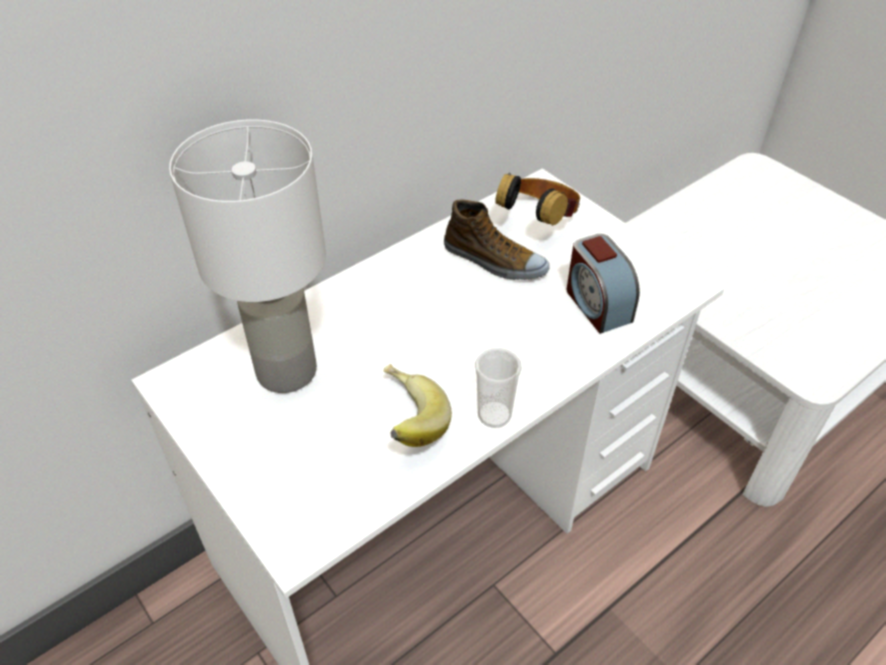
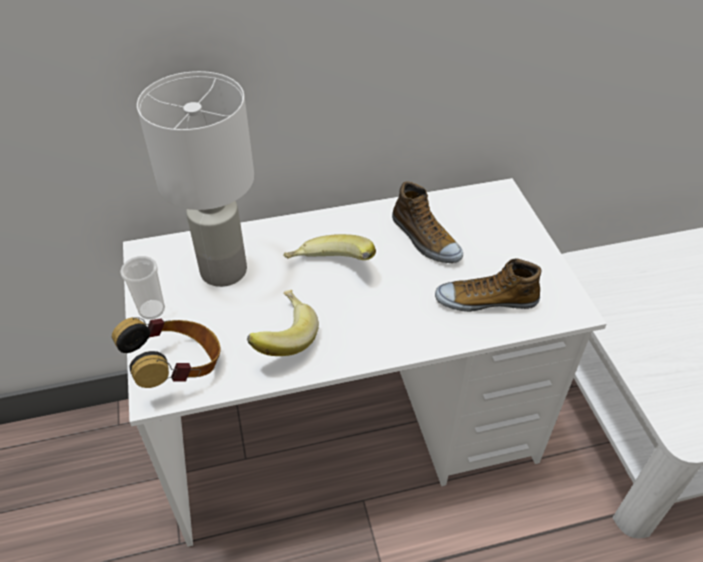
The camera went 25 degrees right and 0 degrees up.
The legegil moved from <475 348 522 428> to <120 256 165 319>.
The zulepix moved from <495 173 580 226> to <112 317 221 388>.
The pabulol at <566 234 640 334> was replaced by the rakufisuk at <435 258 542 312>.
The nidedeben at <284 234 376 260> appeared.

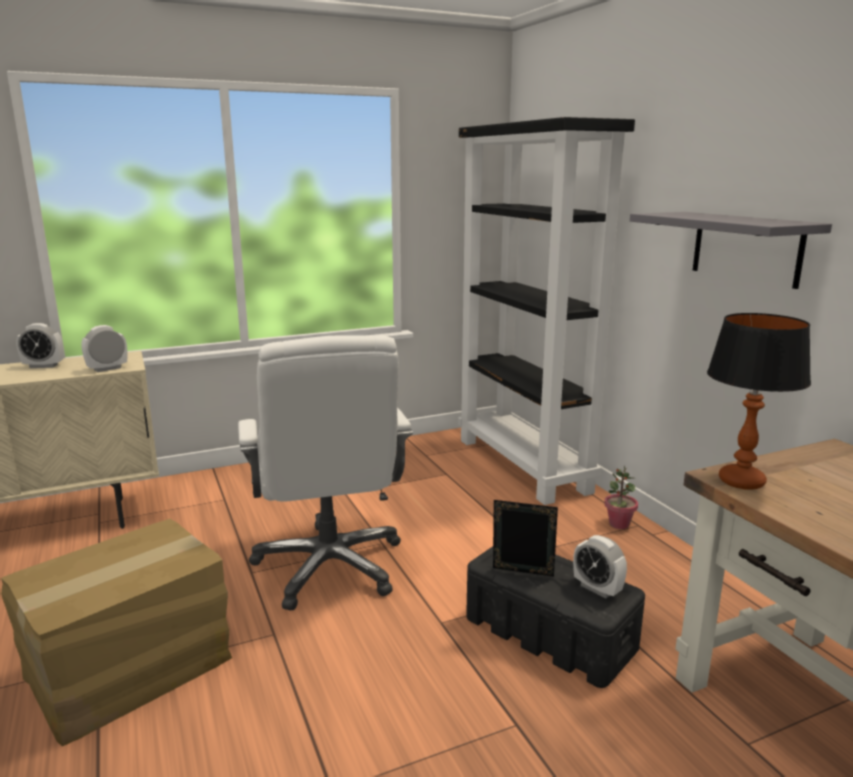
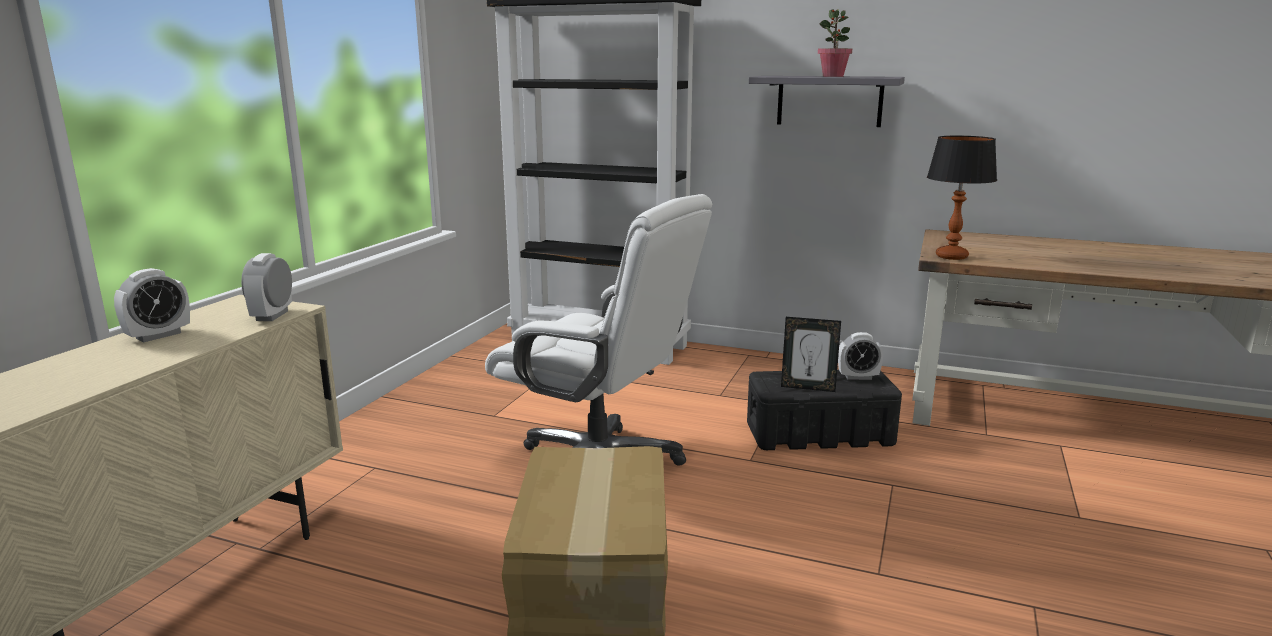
The camera went 45 degrees left and 0 degrees up.
The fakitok at <493 500 558 577> turned 135 degrees counterclockwise.
The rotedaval moved from <605 466 638 529> to <818 9 852 77>.

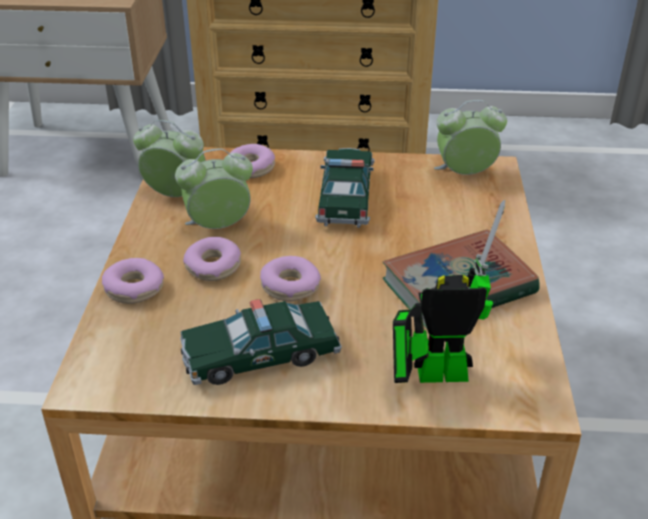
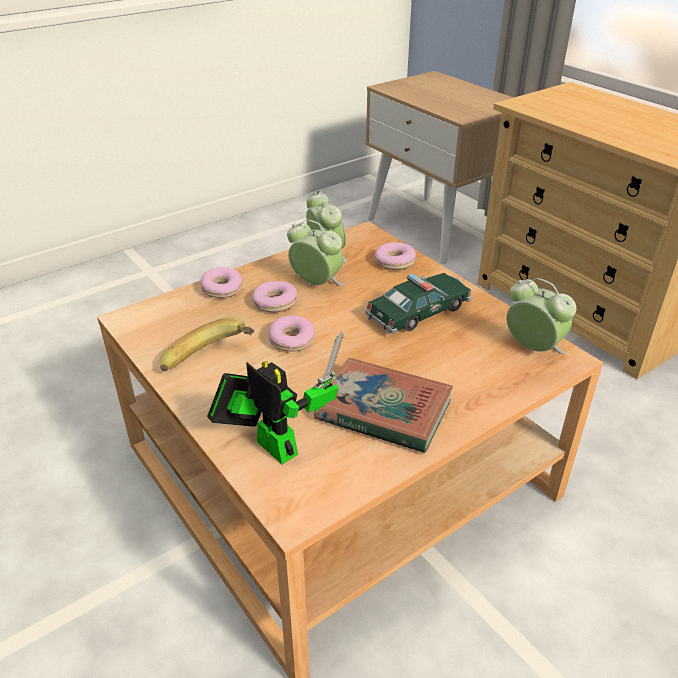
The camera went 50 degrees right and 0 degrees up.
The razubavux at <180 299 342 385> was replaced by the nidedeben at <160 317 254 371>.

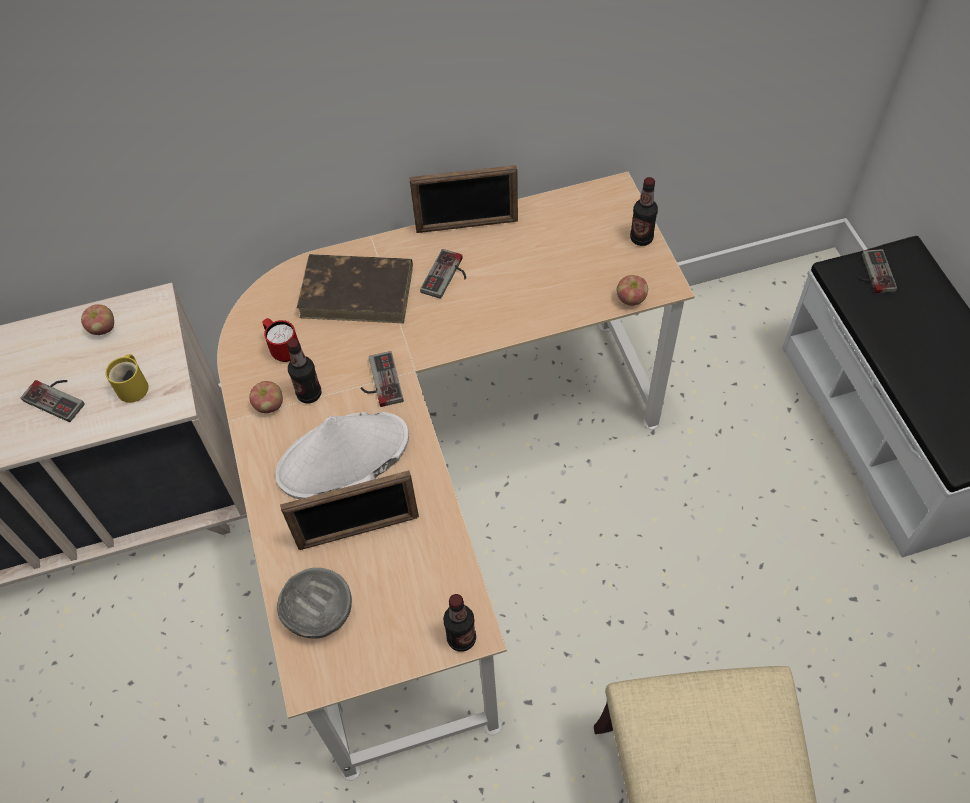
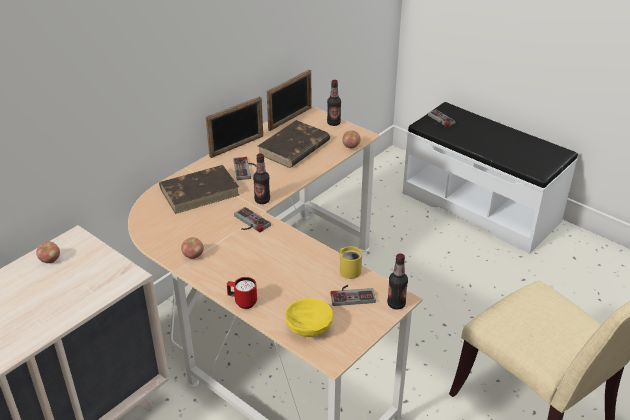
The camera went 35 degrees left and 20 degrees down.
The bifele moved from <21 380 85 422> to <331 285 376 306>.
The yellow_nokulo moved from <105 354 148 403> to <339 246 362 279>.
The red_nokulo moved from <262 318 298 362> to <227 277 257 309>.
The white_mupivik at <276 412 409 499> disappeared.
The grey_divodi at <277 568 352 639> became the yellow_divodi at <285 298 333 337>.
The fakitok moved from <280 470 419 550> to <267 69 311 131>.
The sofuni moved from <287 338 321 404> to <253 153 270 204>.
The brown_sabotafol at <258 120 330 168> appeared.

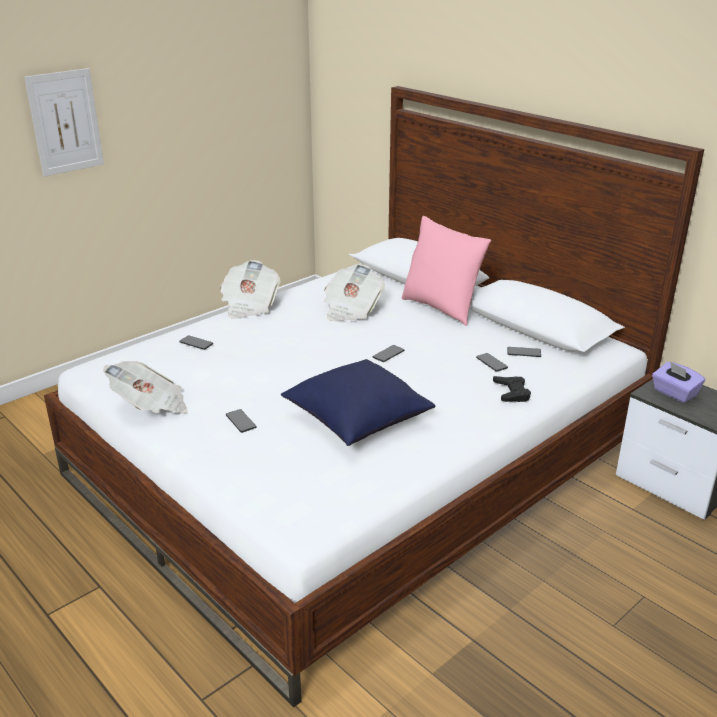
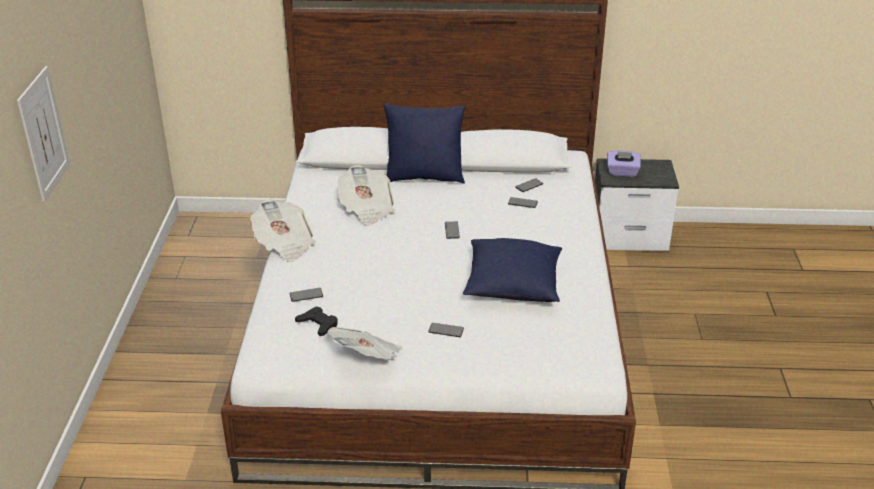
The camera went 45 degrees left and 5 degrees up.
The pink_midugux at <402 216 491 326> became the blue_midugux at <384 103 465 184>.
The black_bifele moved from <493 376 531 402> to <295 307 338 336>.

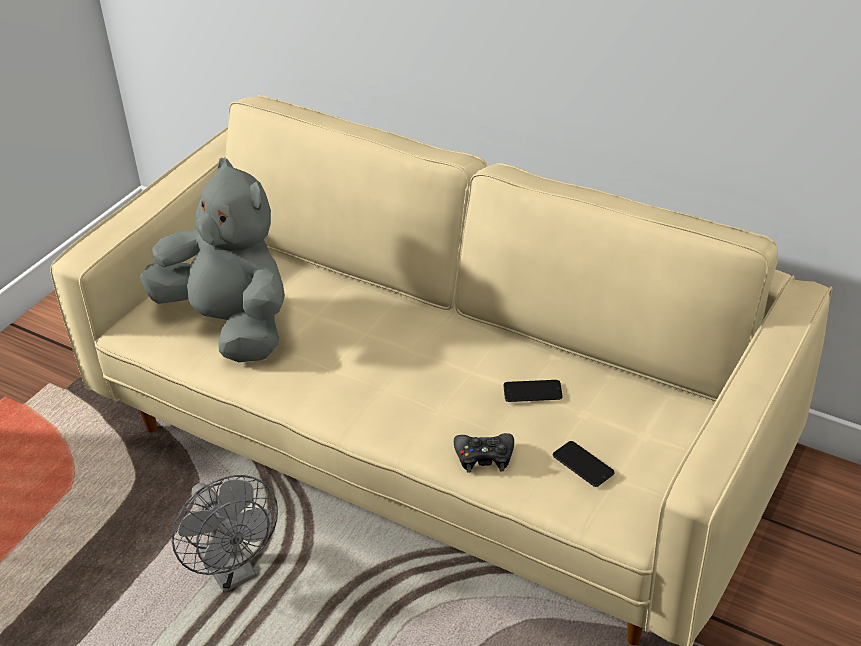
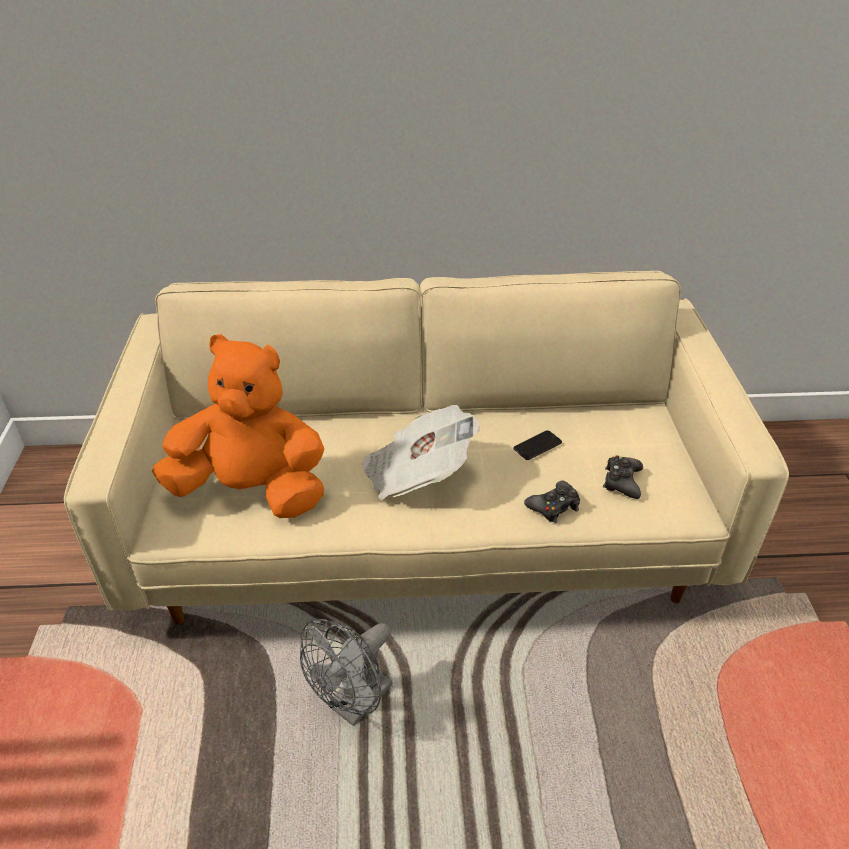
The camera went 35 degrees left and 0 degrees up.
The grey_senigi at <140 158 285 362> became the orange_senigi at <152 334 324 518>.
The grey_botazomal at <172 475 278 593> turned 105 degrees clockwise.
The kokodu at <553 441 615 487> was replaced by the black_bifele at <603 456 643 499>.
The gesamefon at <362 405 480 500> appeared.

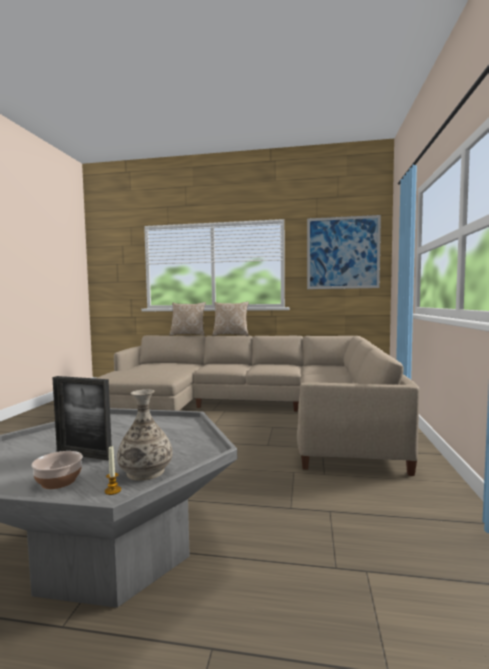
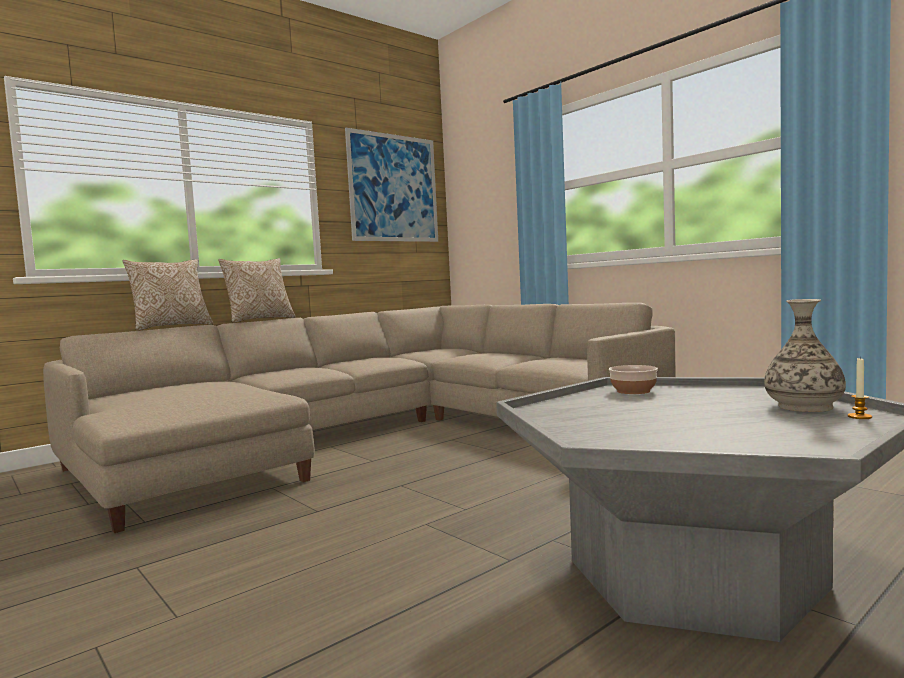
The camera went 50 degrees left and 0 degrees up.
The divodi moved from <31 451 83 489> to <609 365 658 394>.
The fakitok at <52 376 112 460> disappeared.

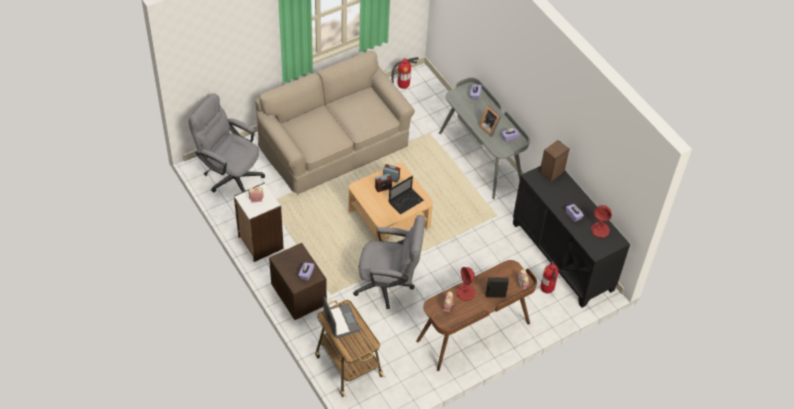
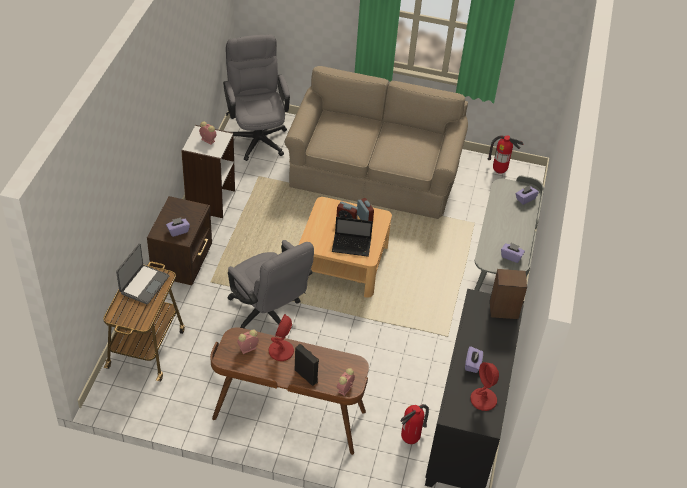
The camera went 45 degrees right and 5 degrees down.
The fakitok at <479 105 501 137> disappeared.

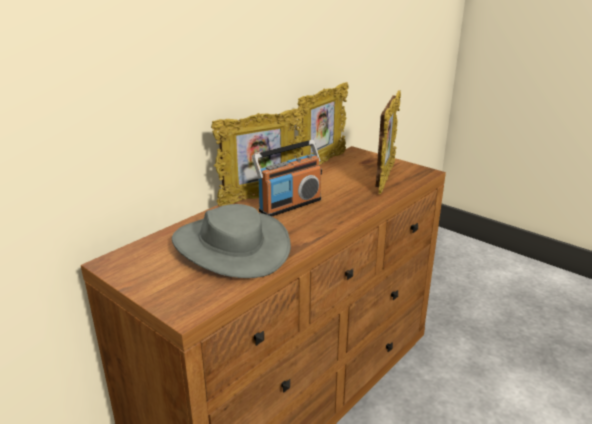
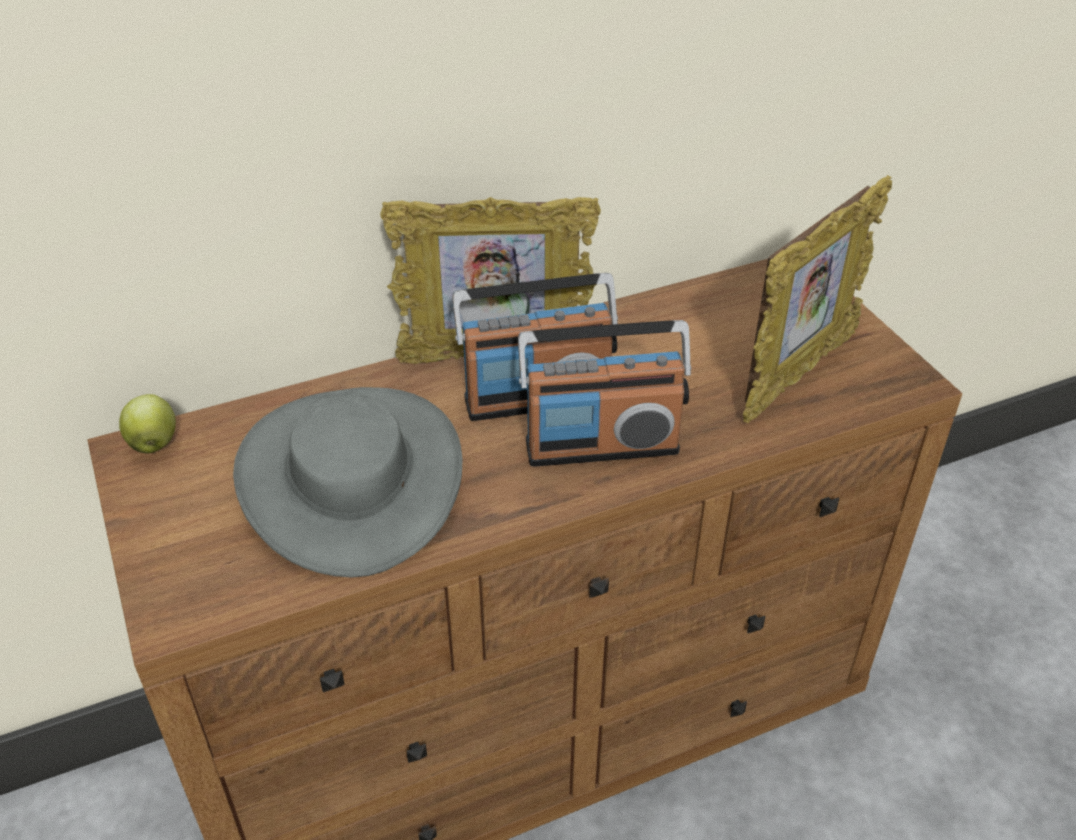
The camera went 25 degrees right and 15 degrees up.
The fakitok at <298 82 349 165> disappeared.
The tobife at <119 394 176 454> appeared.
The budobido at <518 320 691 466> appeared.

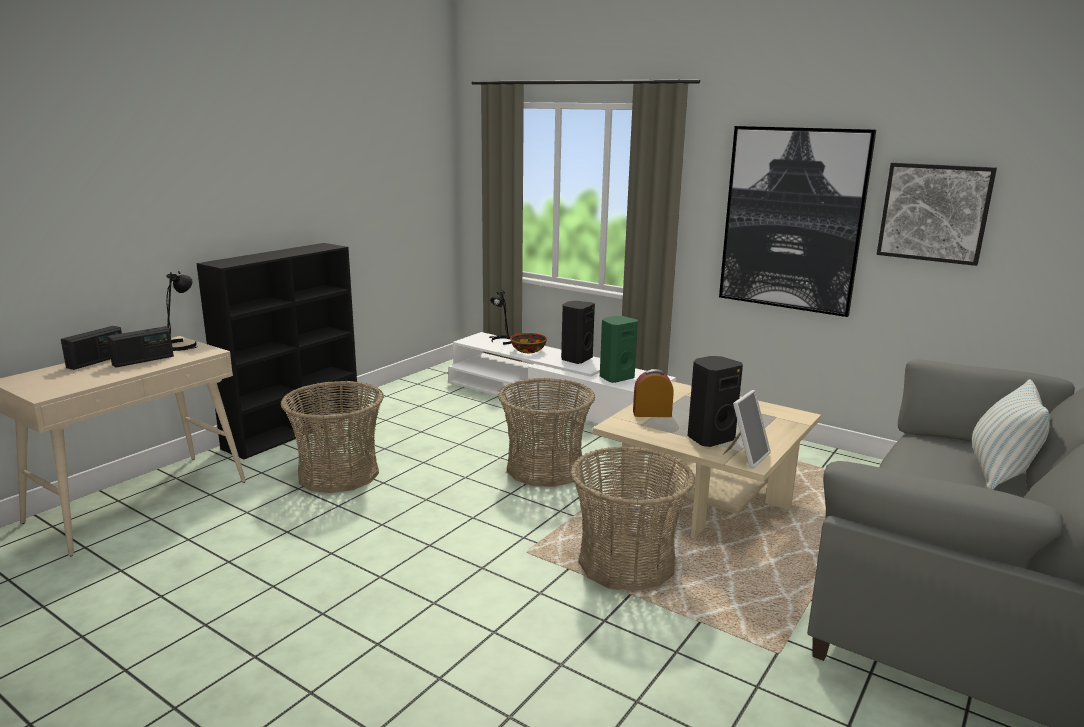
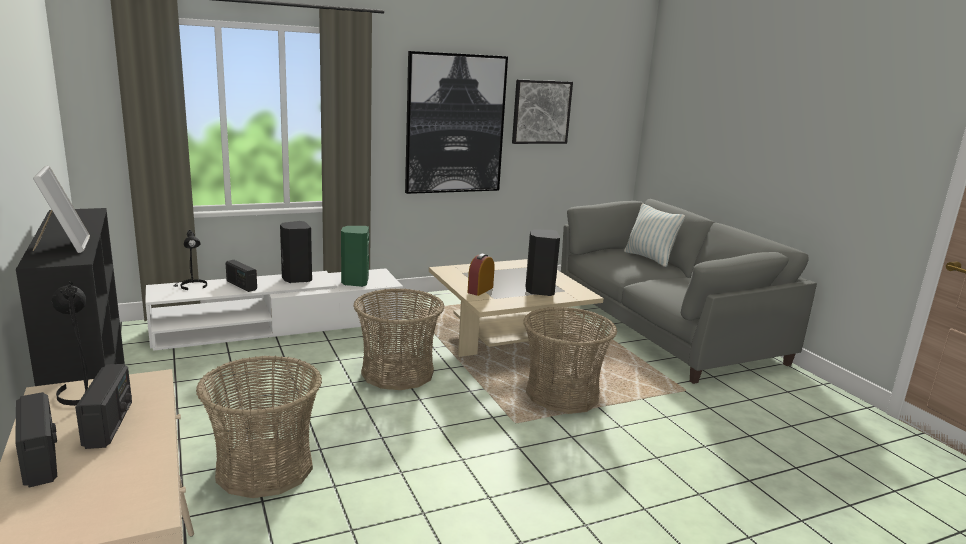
The camera went 60 degrees left and 0 degrees up.
The divodi at <510 333 547 353> was replaced by the budobido at <226 260 257 292>.
The fakitok moved from <723 390 771 469> to <33 166 90 253>.

